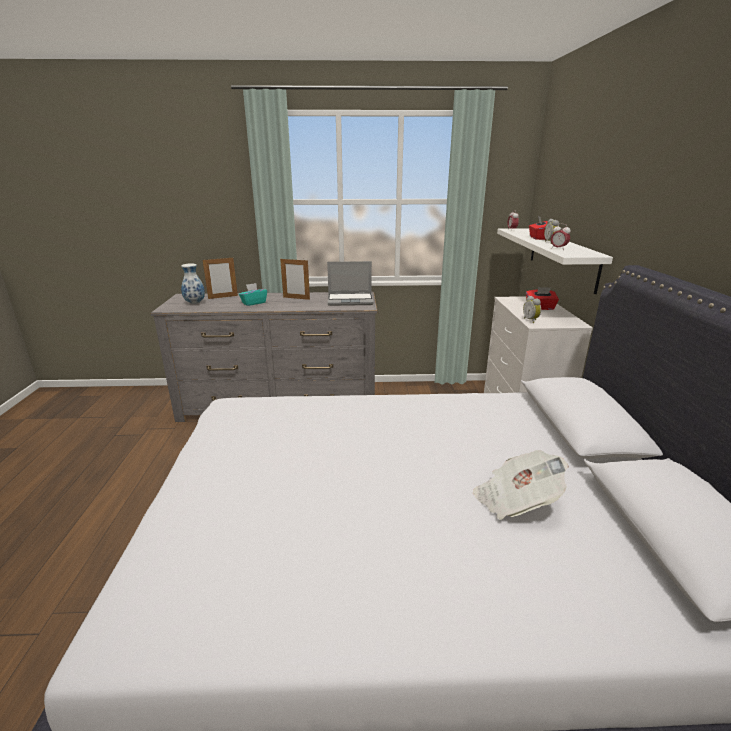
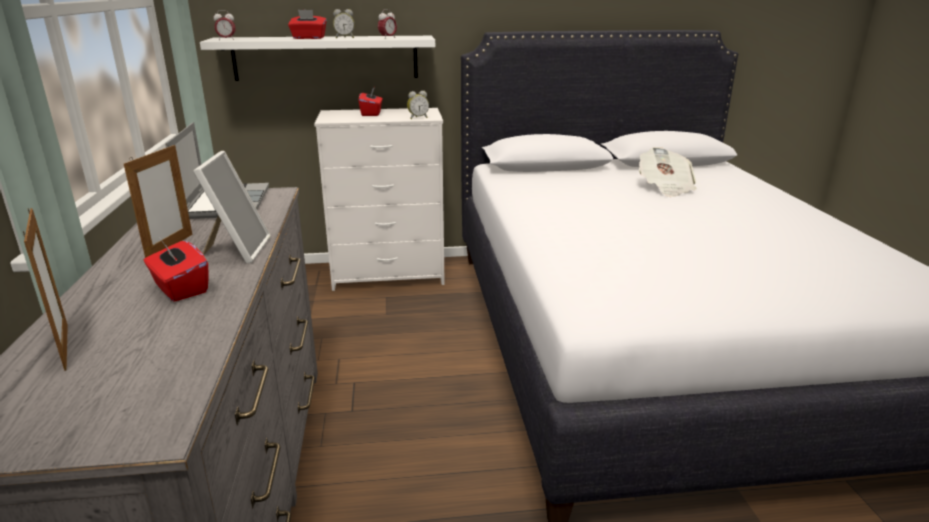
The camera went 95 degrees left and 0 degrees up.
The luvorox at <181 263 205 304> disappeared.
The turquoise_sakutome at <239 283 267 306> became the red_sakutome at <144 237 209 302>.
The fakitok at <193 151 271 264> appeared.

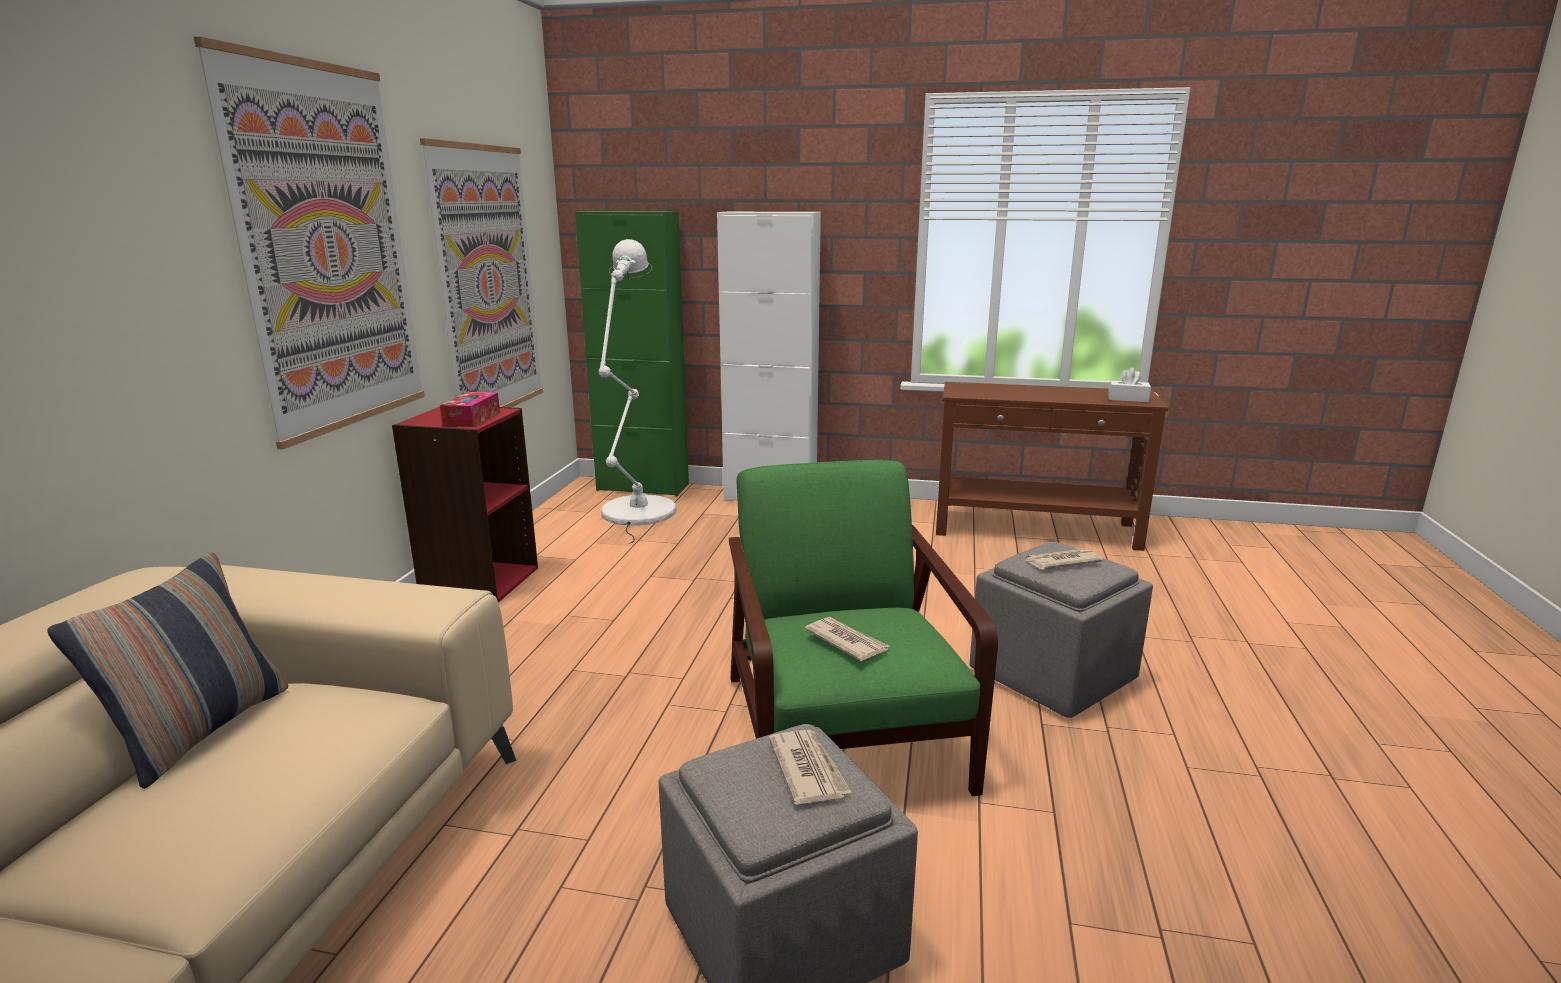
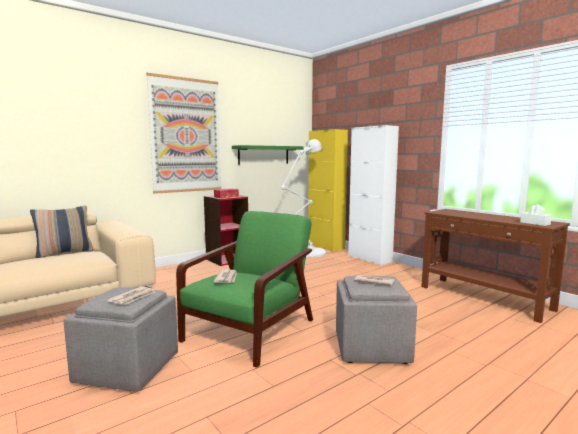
The camera went 40 degrees right and 10 degrees down.
The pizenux at <420 138 543 407> was replaced by the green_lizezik at <232 145 303 165>.
The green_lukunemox at <575 211 689 496> became the yellow_lukunemox at <308 129 348 252>.

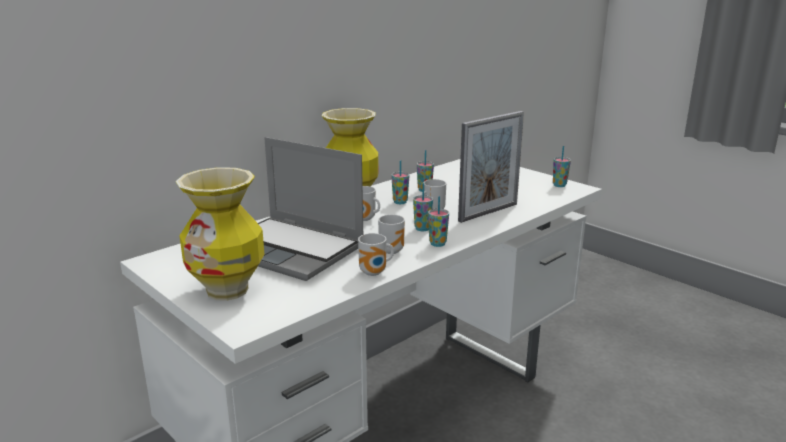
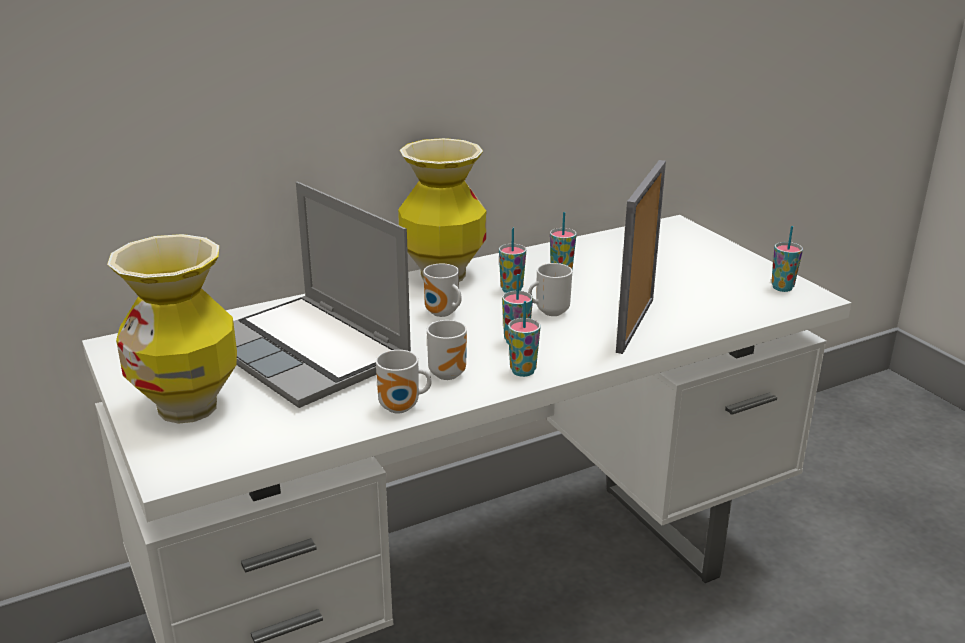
The camera went 15 degrees right and 5 degrees up.
The fakitok at <458 111 524 223> turned 135 degrees clockwise.

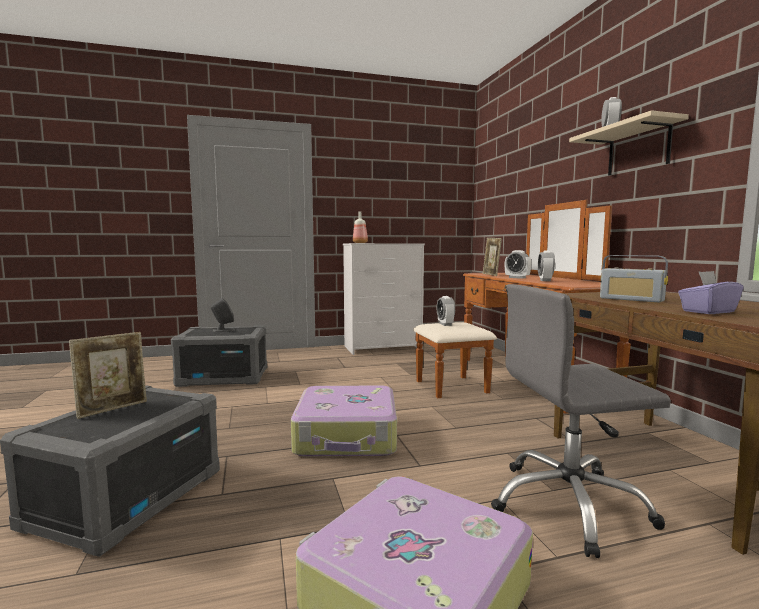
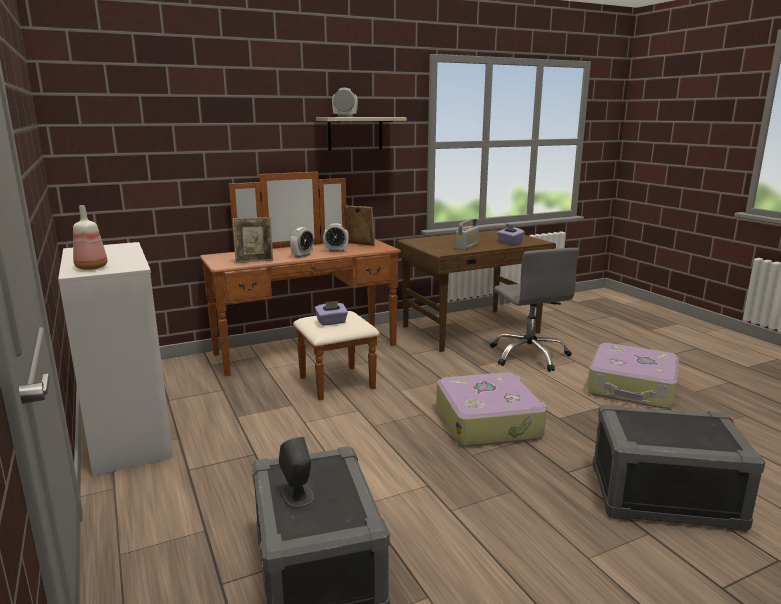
The camera went 100 degrees left and 10 degrees up.
The fakitok moved from <69 332 147 419> to <343 206 375 246>.
The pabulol at <437 296 455 326> was replaced by the purple_sakutome at <315 301 348 326>.

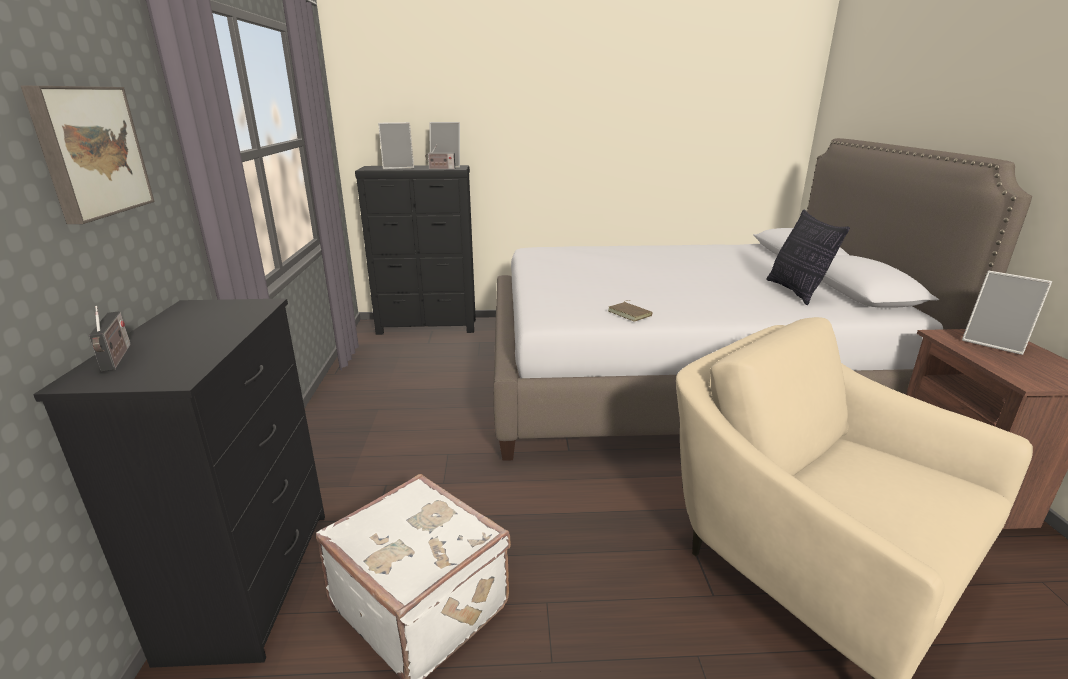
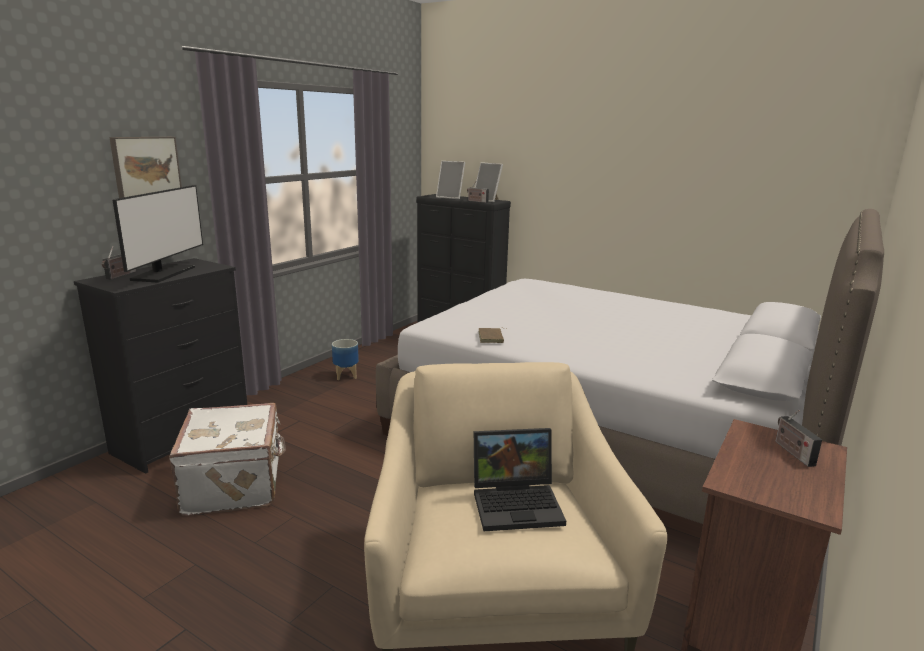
The camera went 35 degrees right and 5 degrees down.
The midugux at <766 210 850 305> disappeared.
The fakitok at <962 271 1052 355> was replaced by the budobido at <775 410 822 467>.
The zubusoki at <112 185 203 283> appeared.
The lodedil at <332 339 359 380> appeared.
The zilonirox at <474 428 566 531> appeared.

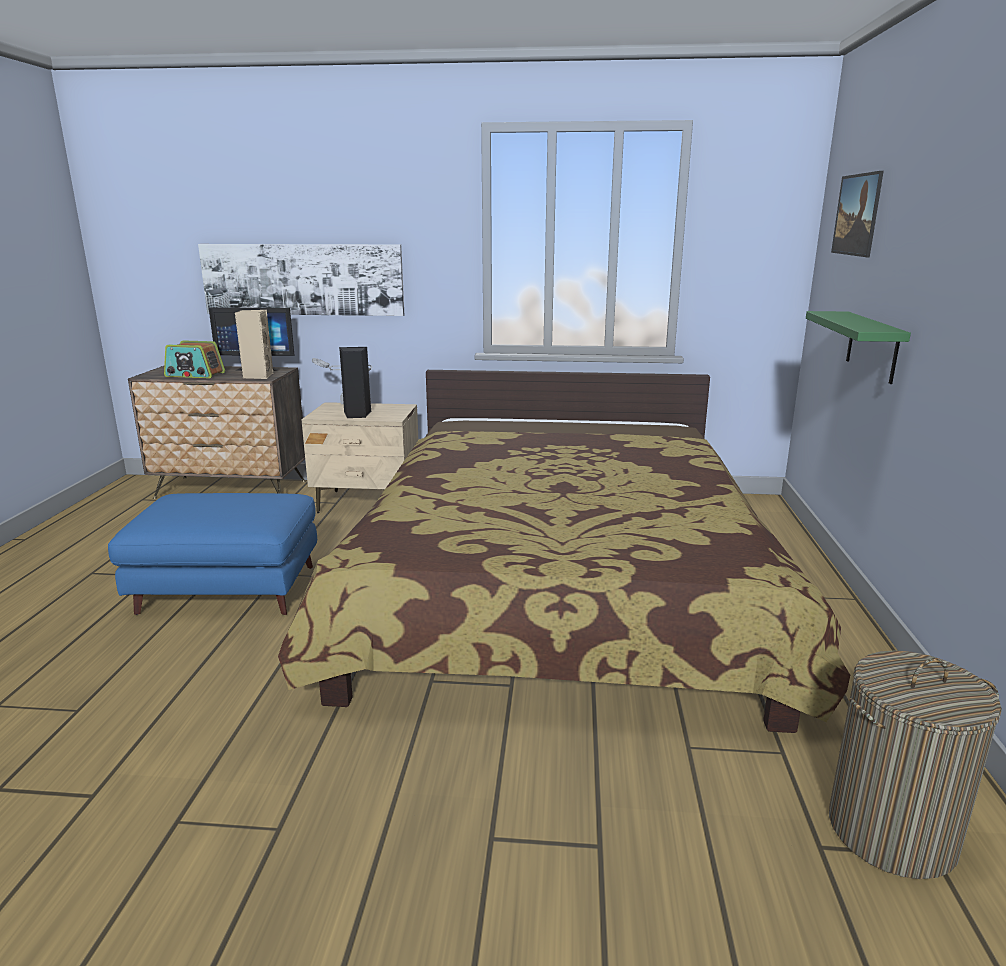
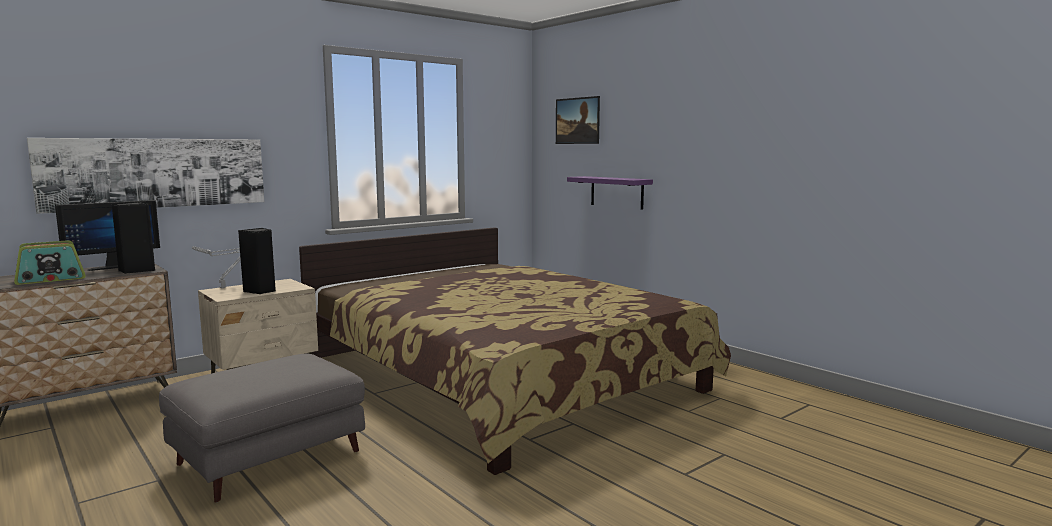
The camera went 45 degrees left and 10 degrees down.
The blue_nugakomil at <108 493 317 615> became the grey_nugakomil at <159 354 365 503>.
The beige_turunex at <235 310 273 379> became the black_turunex at <112 202 155 274>.
The green_lizezik at <806 311 911 384> became the purple_lizezik at <567 176 653 210>.
The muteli at <829 650 1002 879> disappeared.

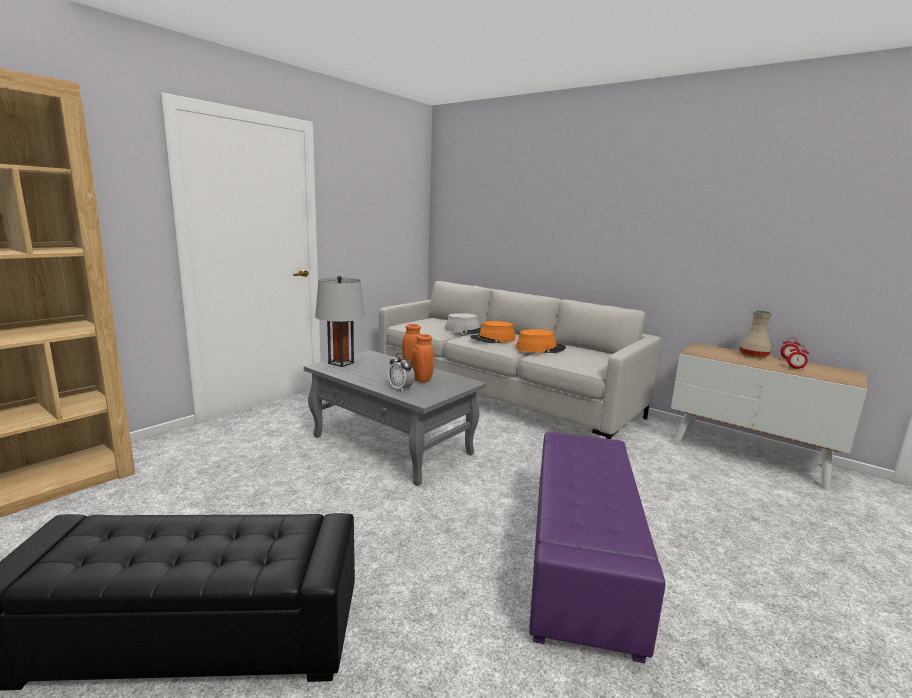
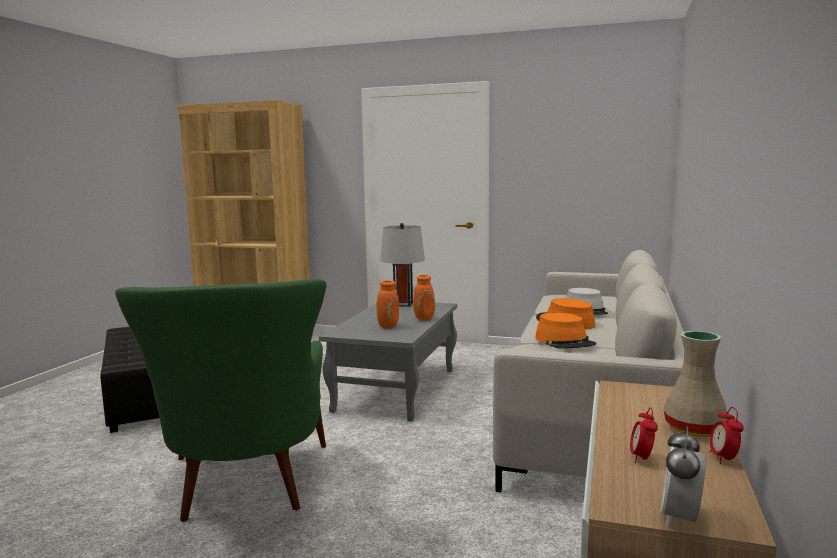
The camera went 70 degrees right and 5 degrees down.
The pabulol moved from <388 353 415 392> to <661 426 706 526>.
The purple_nugakomil at <529 432 665 663> was replaced by the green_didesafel at <115 279 327 522>.

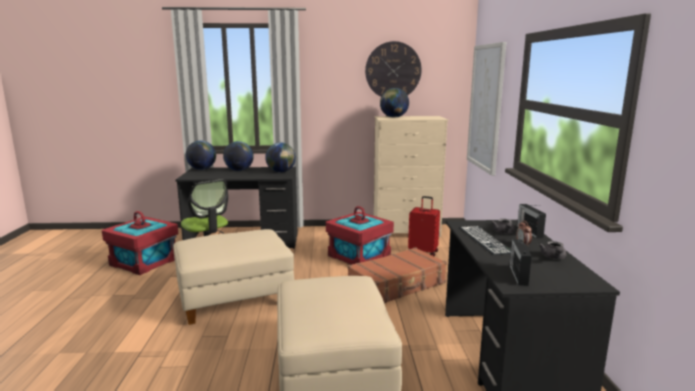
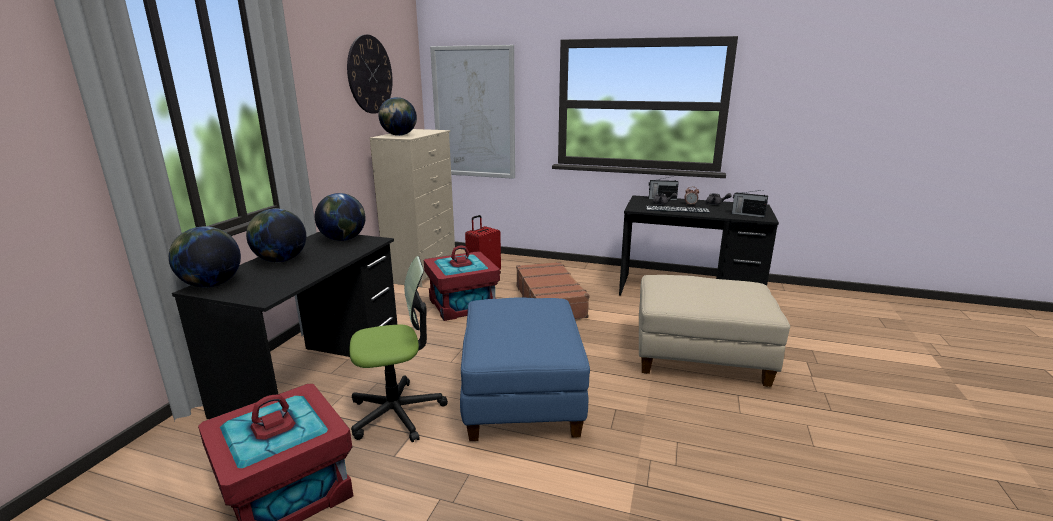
The camera went 70 degrees left and 5 degrees up.
The beige_nugakomil at <173 229 294 325> became the blue_nugakomil at <460 297 590 441>.

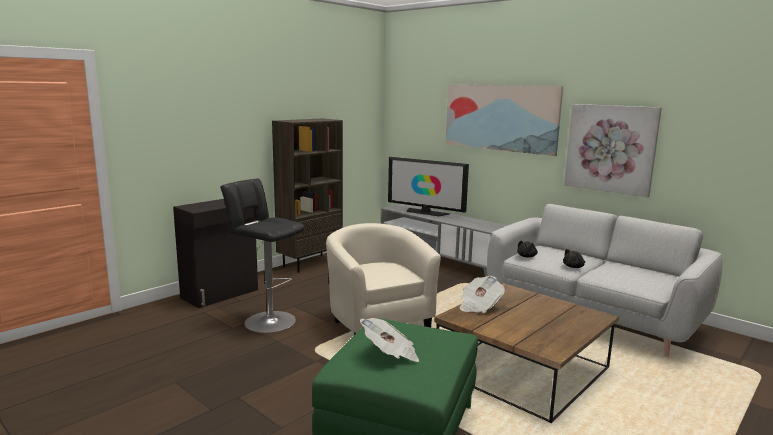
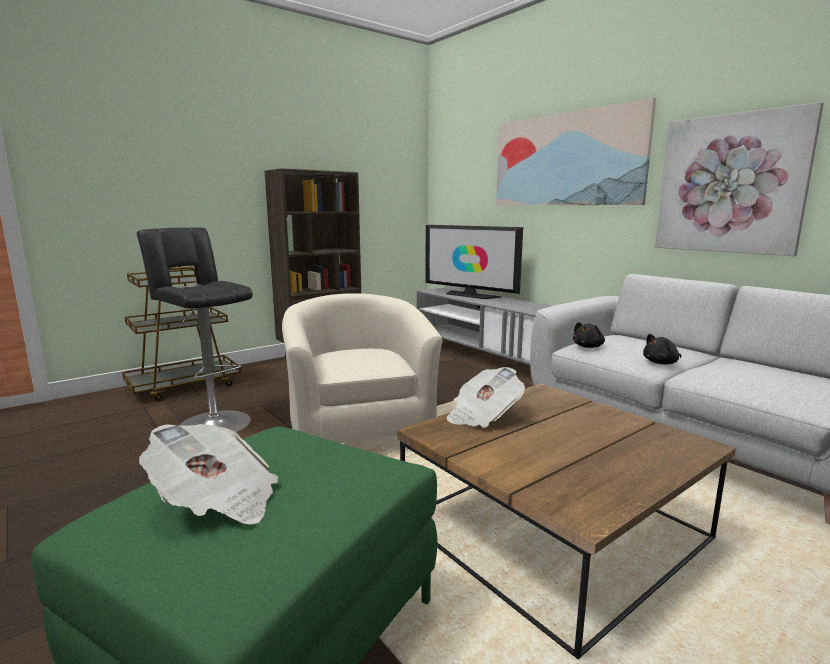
The camera went 10 degrees right and 0 degrees up.
The black_lukunemox at <173 199 258 308> was replaced by the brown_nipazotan at <122 266 241 401>.

